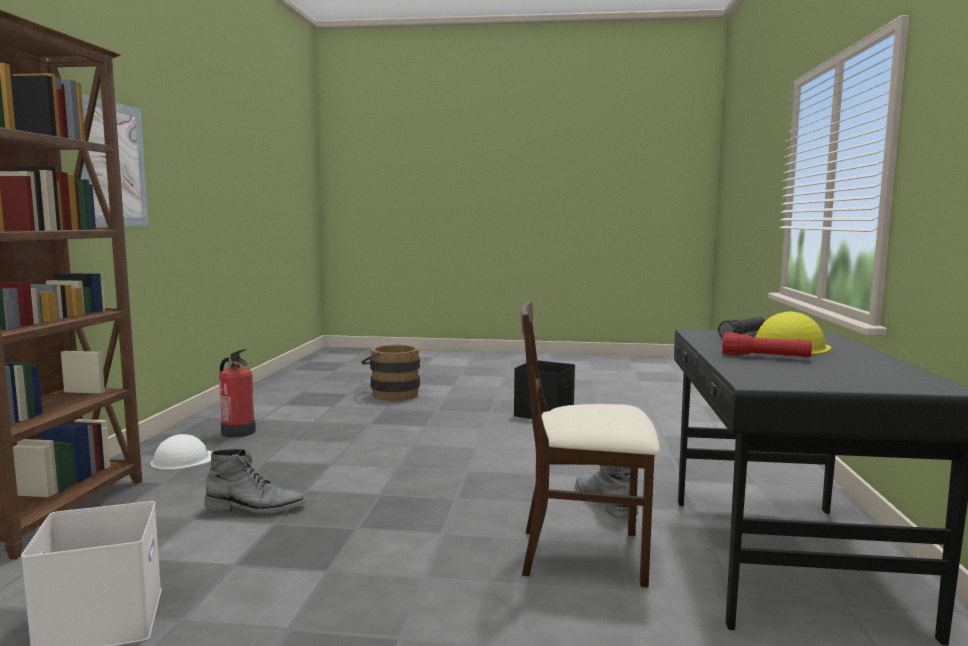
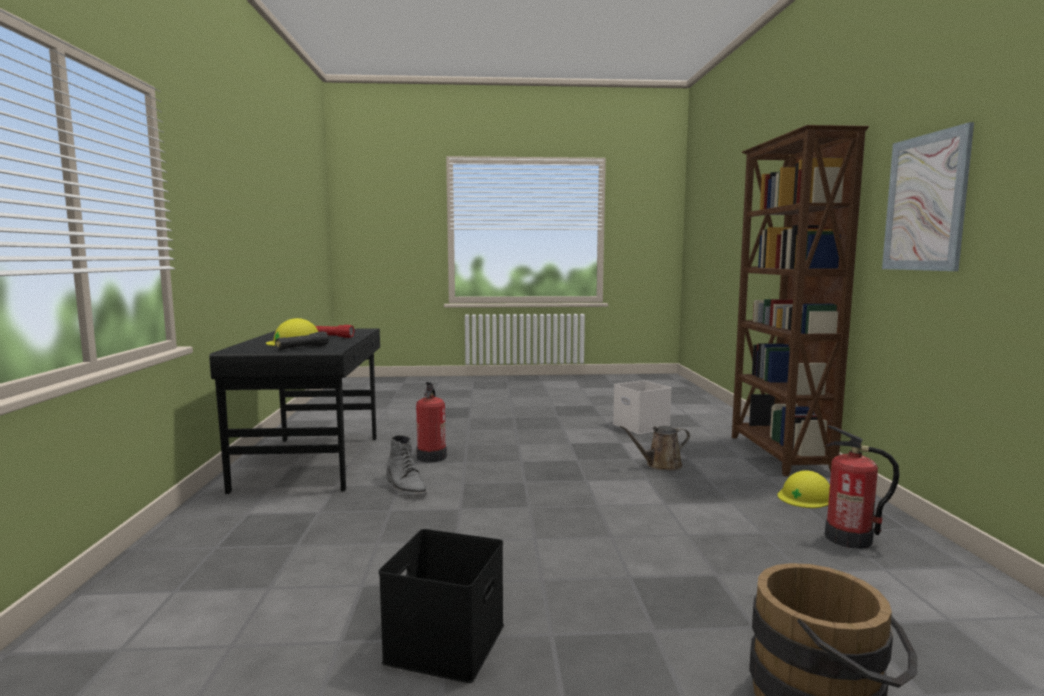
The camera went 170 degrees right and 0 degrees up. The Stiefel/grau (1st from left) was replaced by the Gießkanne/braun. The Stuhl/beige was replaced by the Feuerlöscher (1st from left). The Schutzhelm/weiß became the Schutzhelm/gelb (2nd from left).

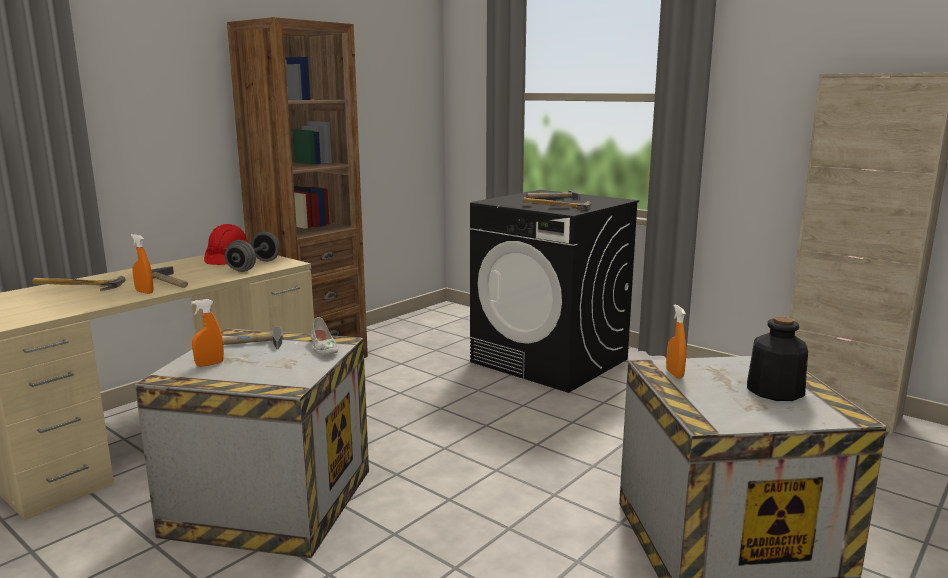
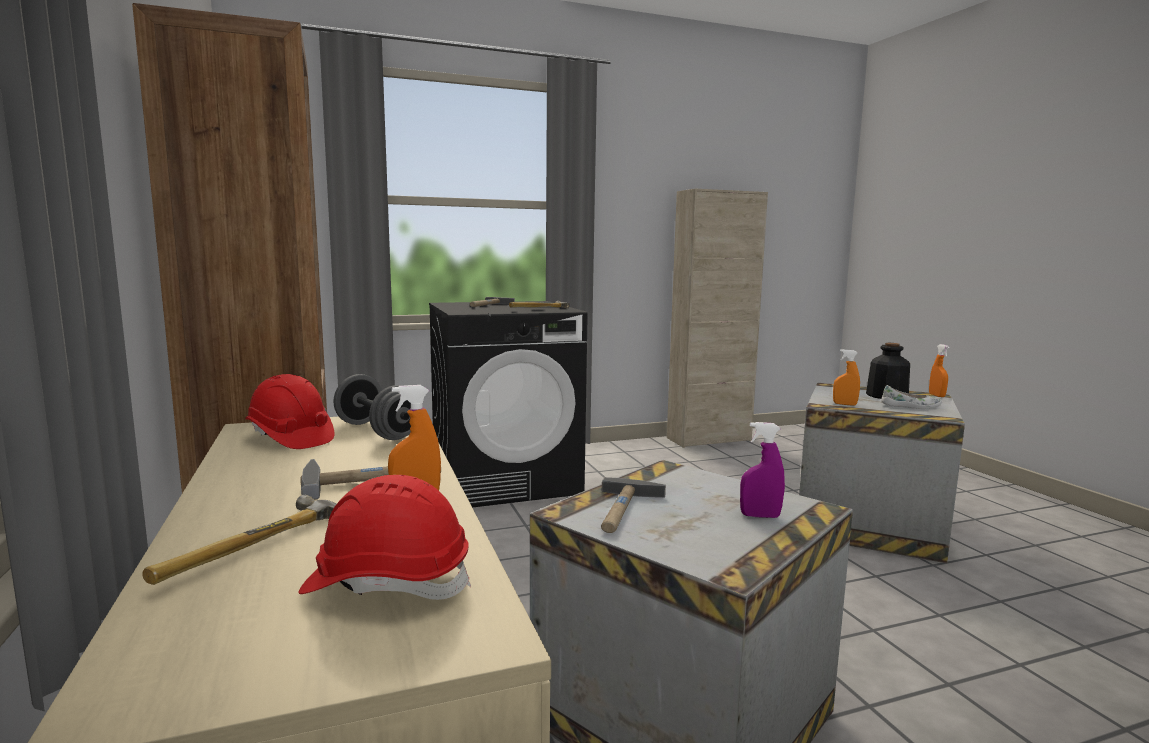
The camera went 60 degrees left and 5 degrees down. The Schutzhelm/rot (2nd from left) appeared. The Sprühflasche/lila appeared. The Sprühflasche/orange (2nd from left in the first image) moved. The Schuh/weiß moved.

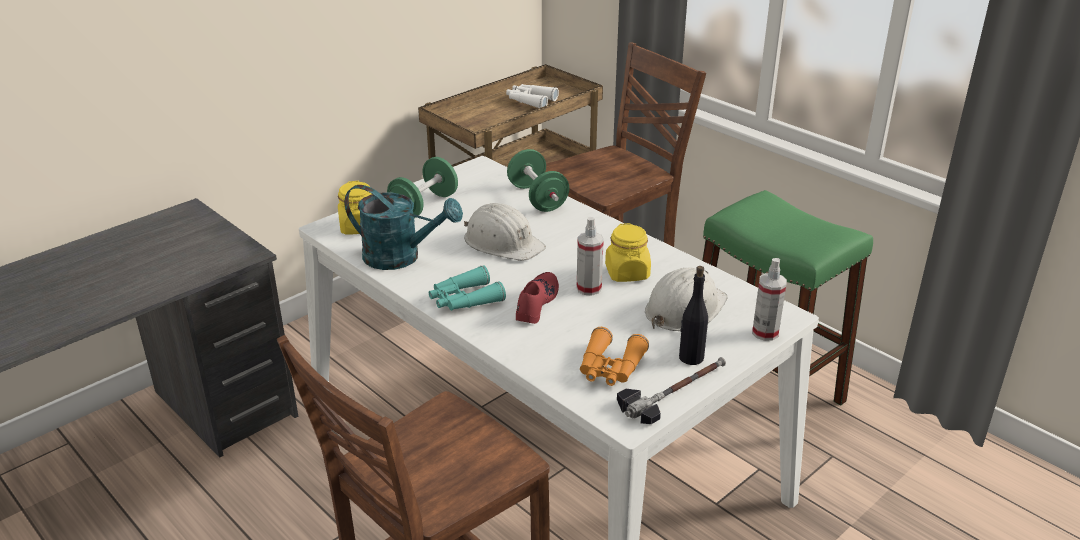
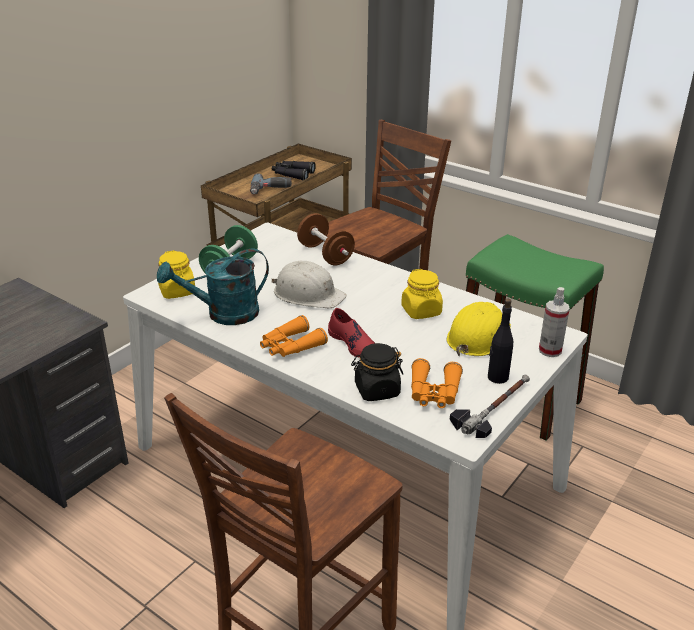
The camera went 10 degrees left and 0 degrees up. The Sprühflasche (1st from left) disappeared. The Bohrmaschine appeared. The Vorratsglas/schwarz appeared. The Fernglas/türkis became the Fernglas/orange (1st from left). The Fernglas/weiß became the Fernglas/schwarz. The Hantel/grün (2nd from left) became the Hantel/braun. The Schutzhelm/weiß (2nd from left) became the Schutzhelm/gelb. The Gießkanne/türkis turned 150 degrees clockwise. The Schuh/rot turned 135 degrees clockwise.

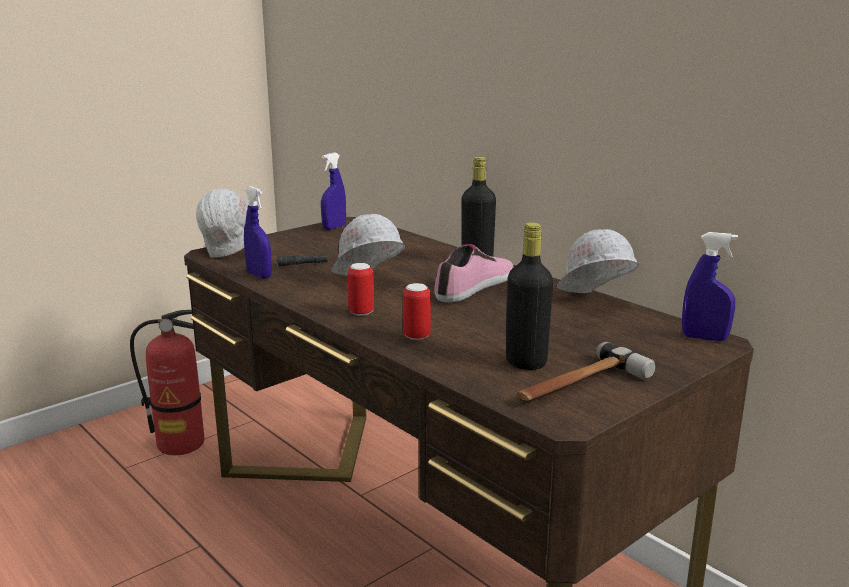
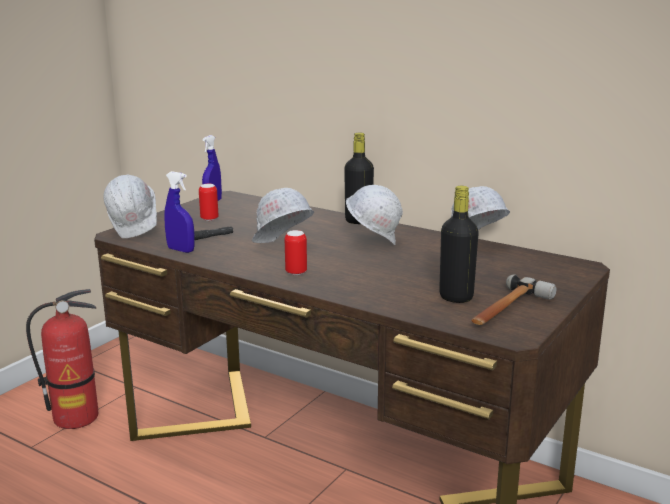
The camera went 15 degrees left and 0 degrees up. The Sprühflasche/blau (3rd from left) disappeared. The Dose (2nd from left in the first image) moved. The Schuh was replaced by the Schutzhelm/weiß (3rd from left).

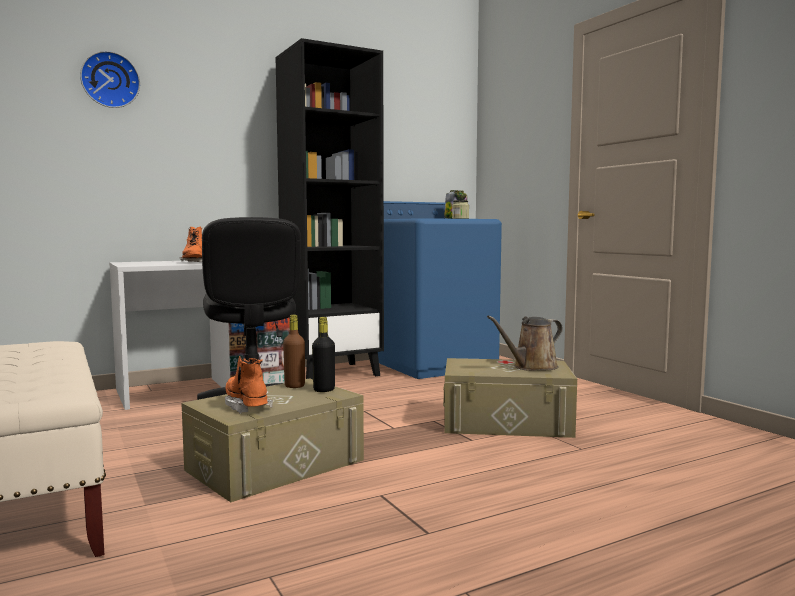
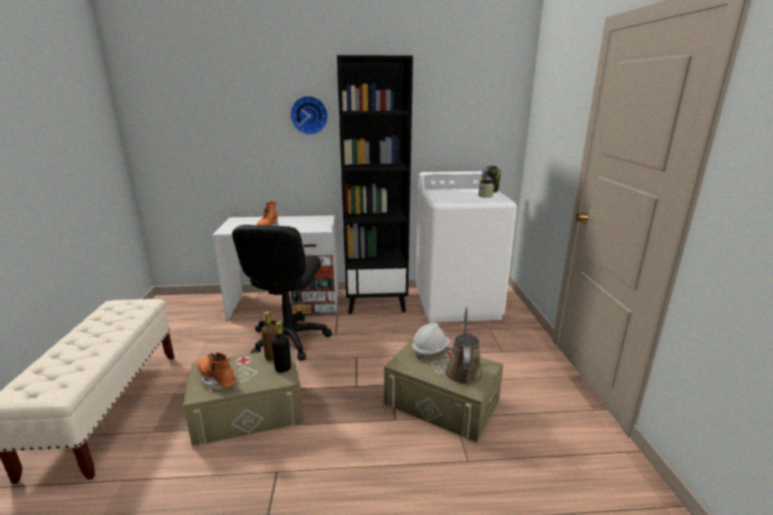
The camera went 25 degrees right and 15 degrees up. The Schutzhelm/weiß appeared. The Wanduhr moved. The Waschmaschine/blau became the Waschmaschine/weiß. The Stiefel/orange (2nd from left in the first image) turned 45 degrees counterclockwise. The Gießkanne/braun turned 105 degrees clockwise.

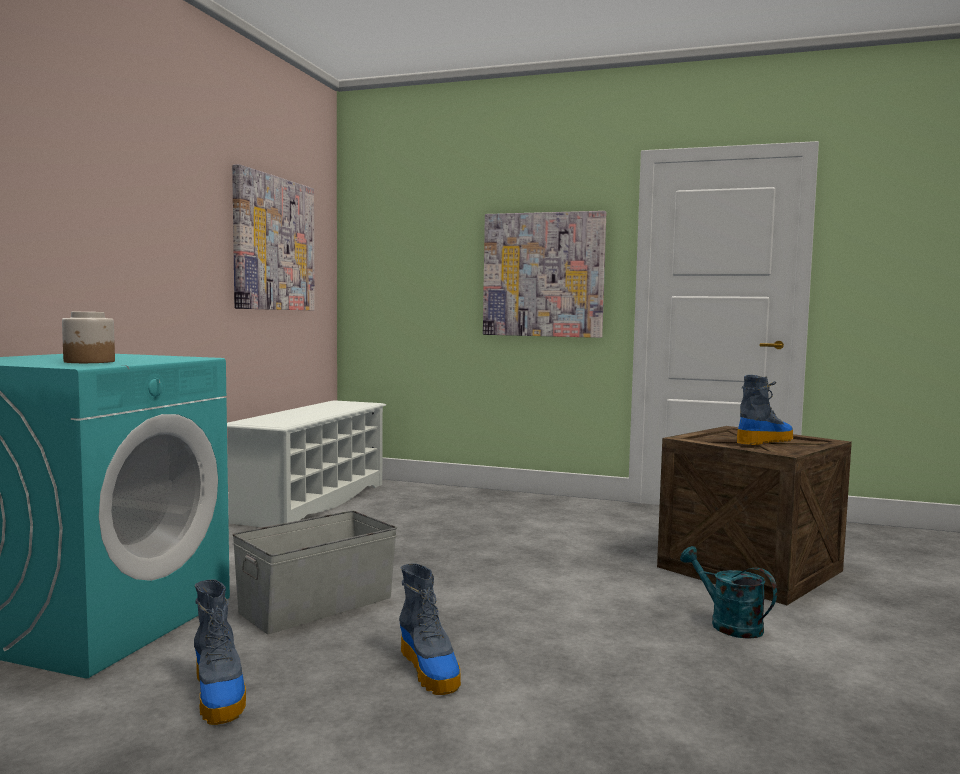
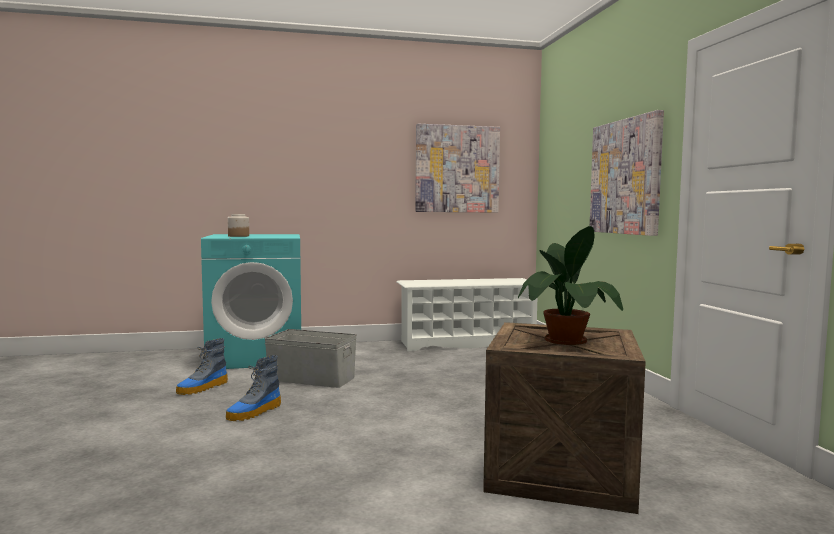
The camera went 60 degrees right and 0 degrees up. The Gießkanne/türkis disappeared. The Stiefel (3rd from left) was replaced by the Topfpflanze.

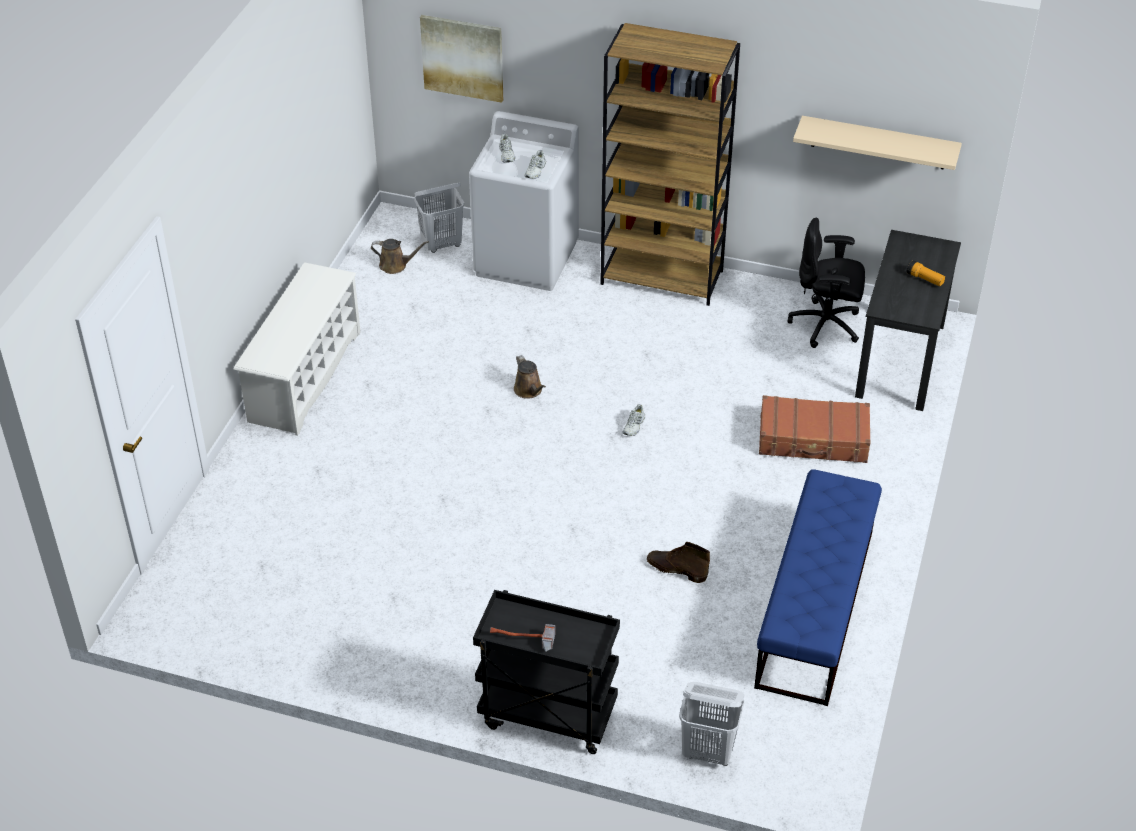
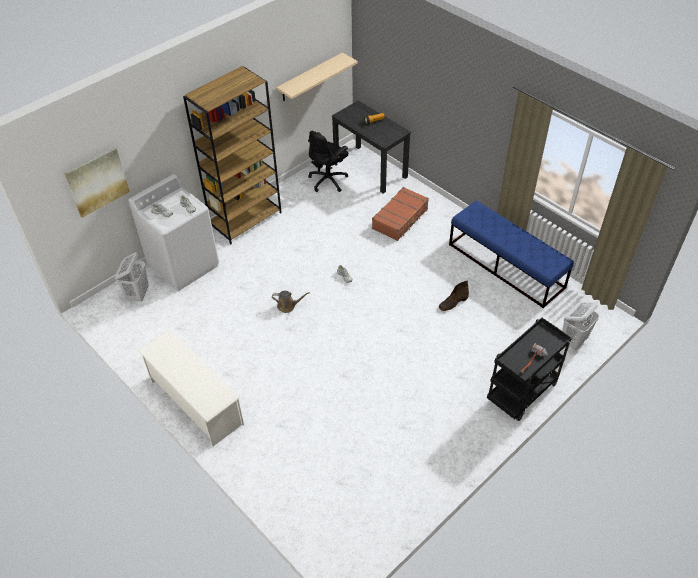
The camera went 60 degrees left and 5 degrees up. The Gießkanne/braun (1st from left) disappeared.

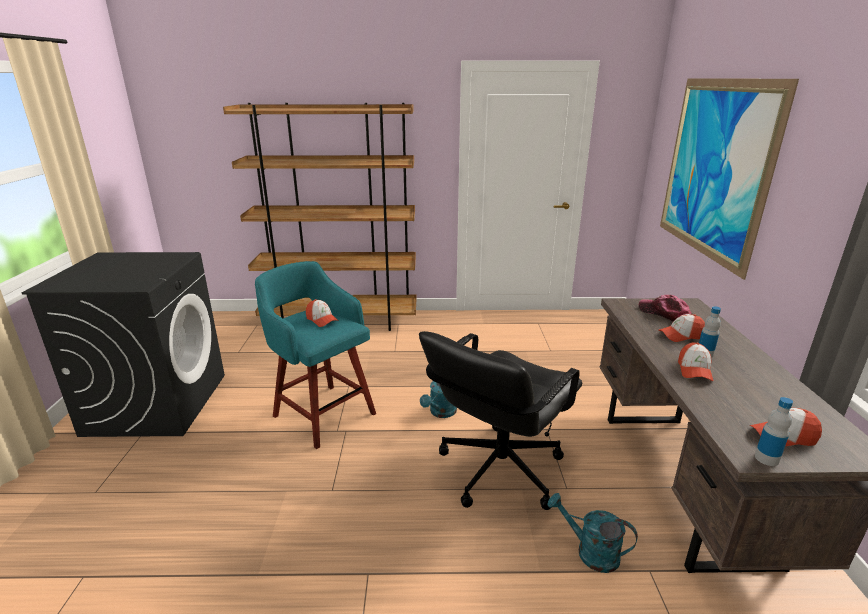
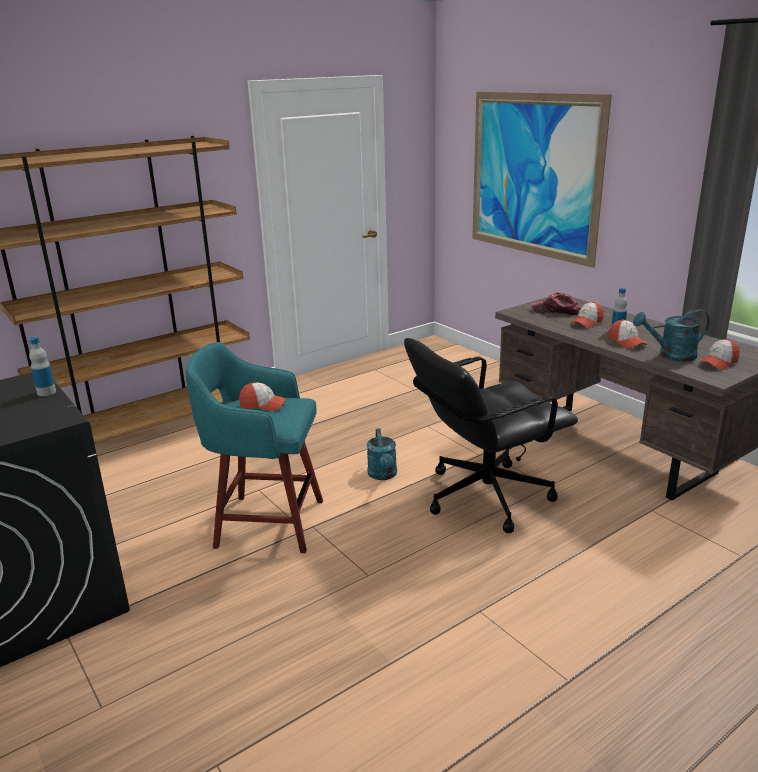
The camera went 35 degrees left and 0 degrees up. The Gießkanne/türkis (2nd from left) moved. The Flasche (2nd from left in the first image) moved. The Bürostuhl/schwarz turned 60 degrees clockwise.

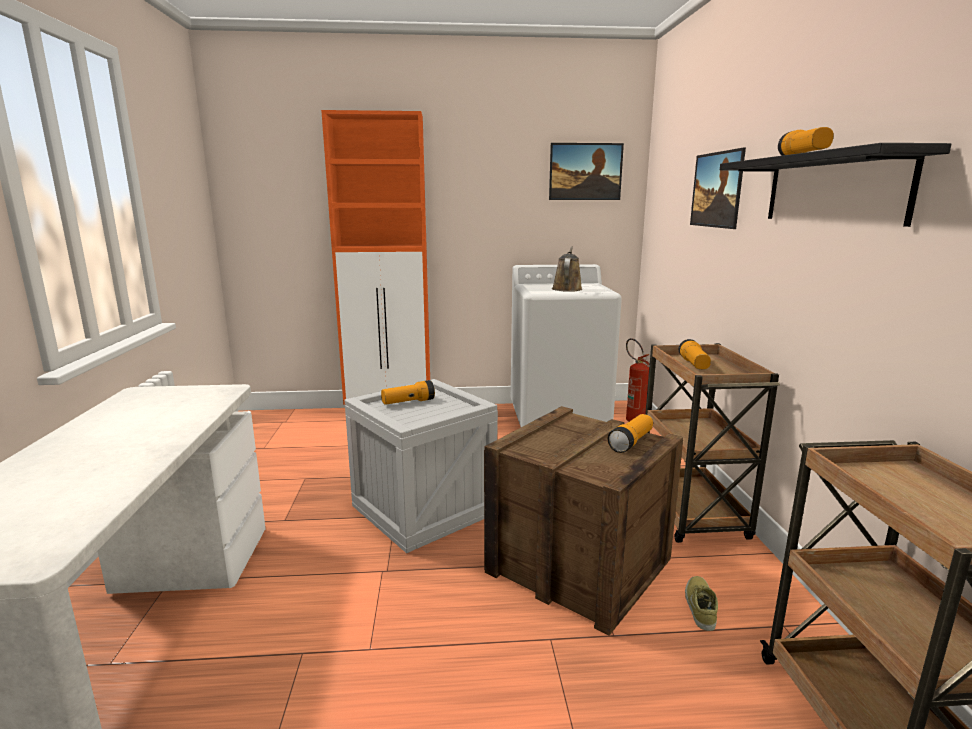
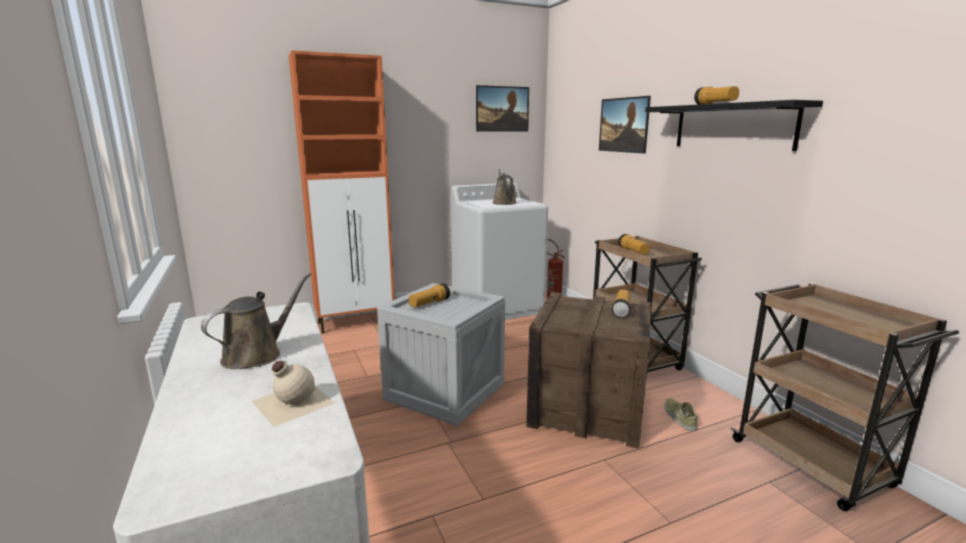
The camera went 20 degrees left and 0 degrees up. The Gießkanne/braun (1st from left) appeared. The Flasche/beige appeared.

